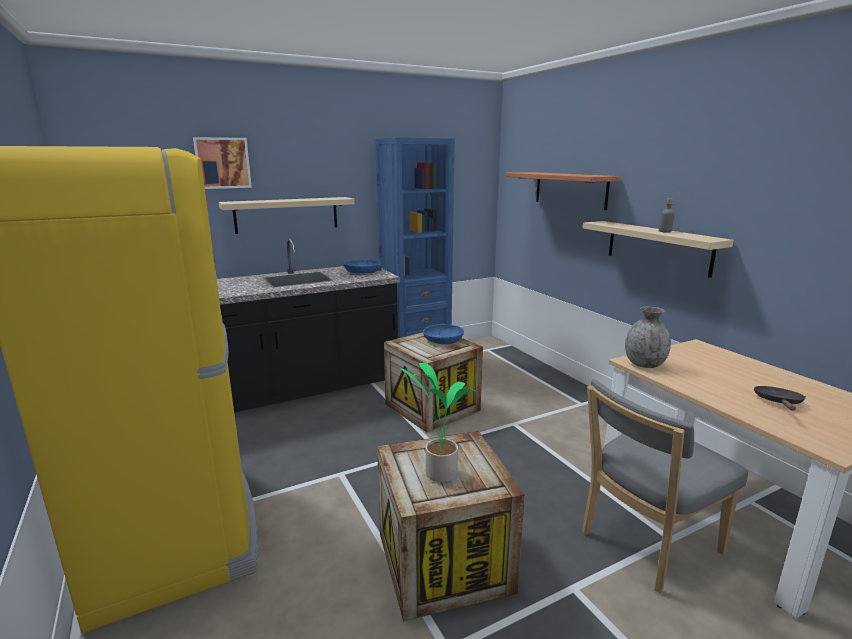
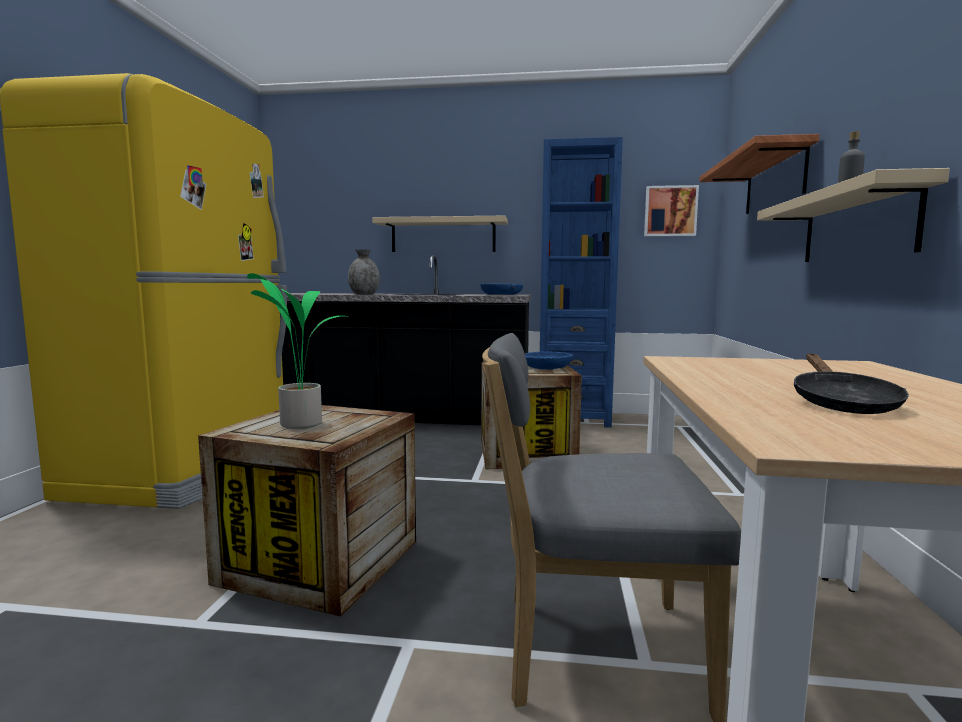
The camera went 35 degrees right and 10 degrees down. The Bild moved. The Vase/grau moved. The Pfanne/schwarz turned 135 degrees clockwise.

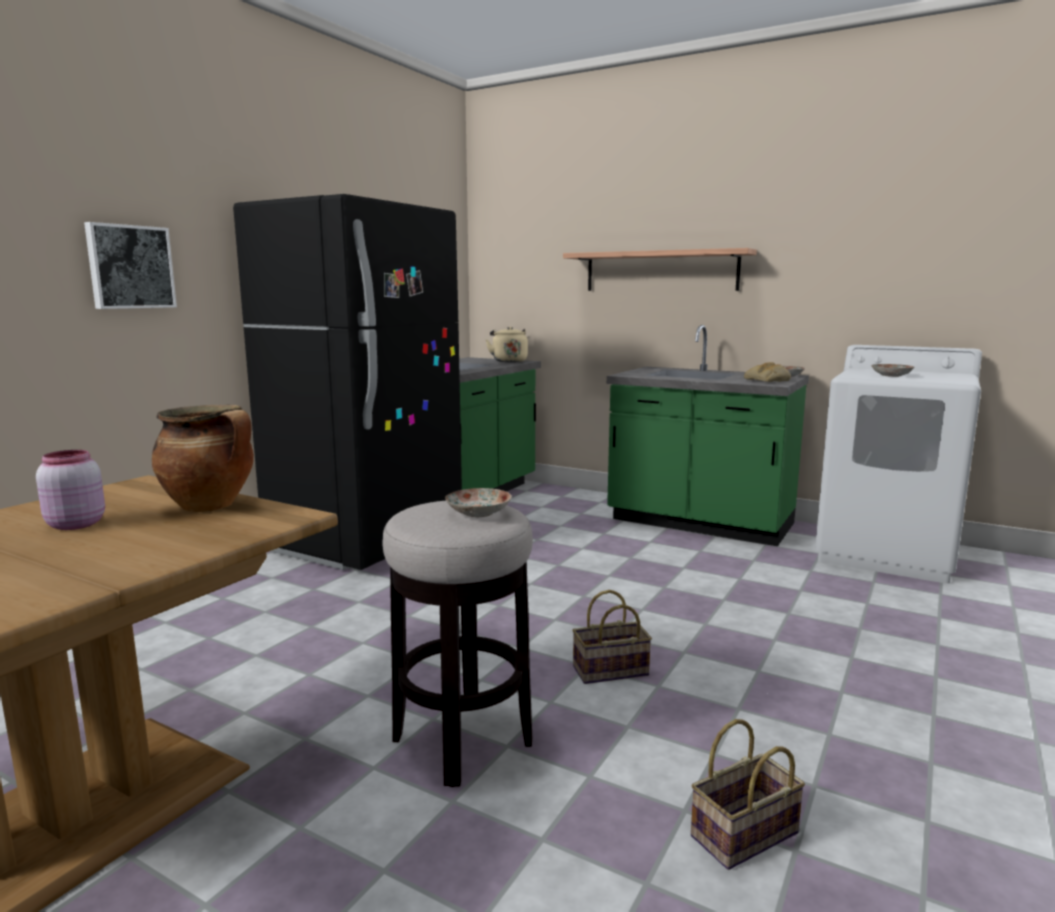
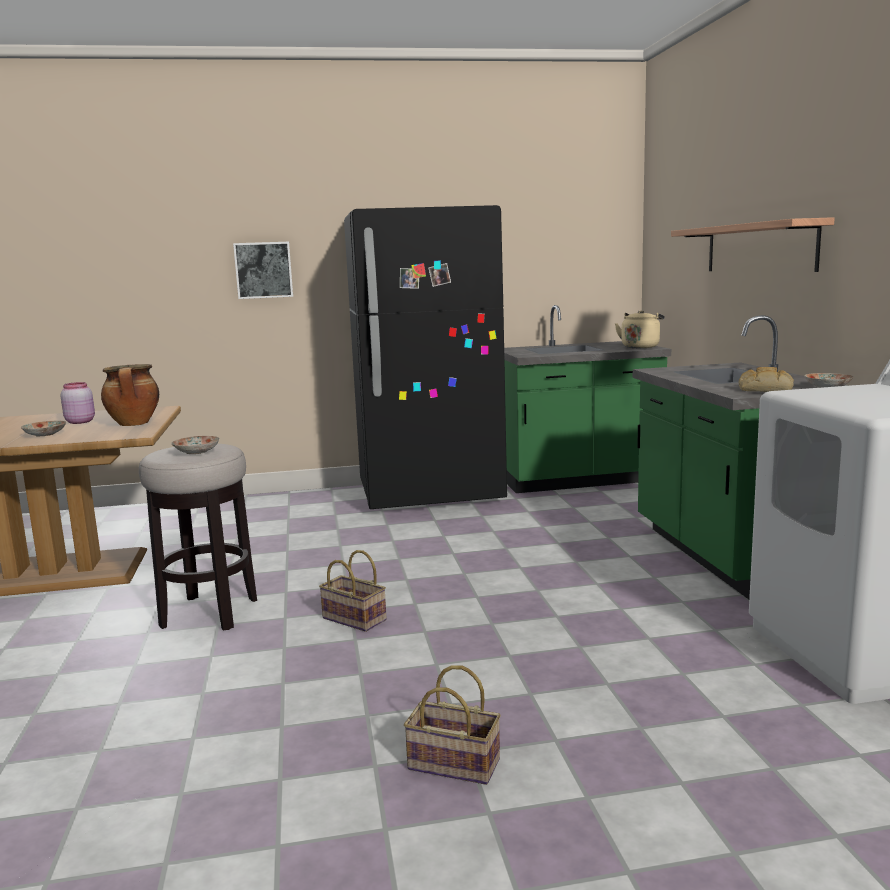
The camera went 50 degrees right and 0 degrees up. The Korb (2nd from left) moved. The Teller (3rd from left in the first image) moved.

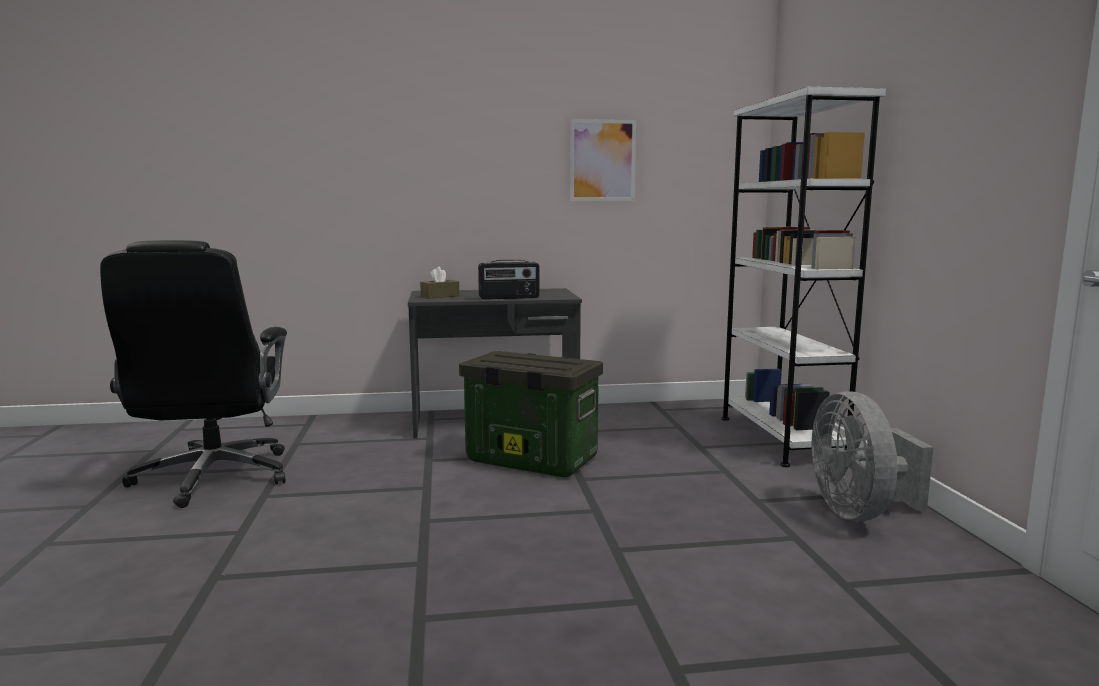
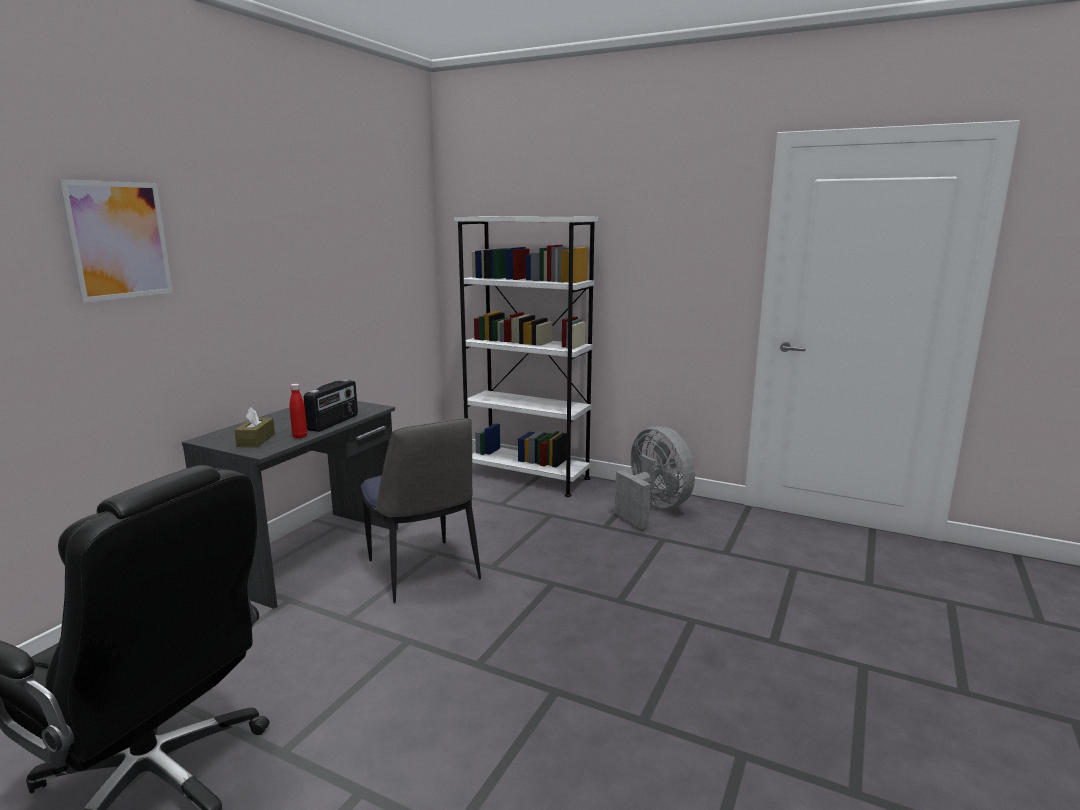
The camera went 55 degrees left and 5 degrees up. The Flasche/rot appeared. The Bild moved. The Aufbewahrungsbox was replaced by the Stuhl. The Ventilator/grau turned 150 degrees counterclockwise.

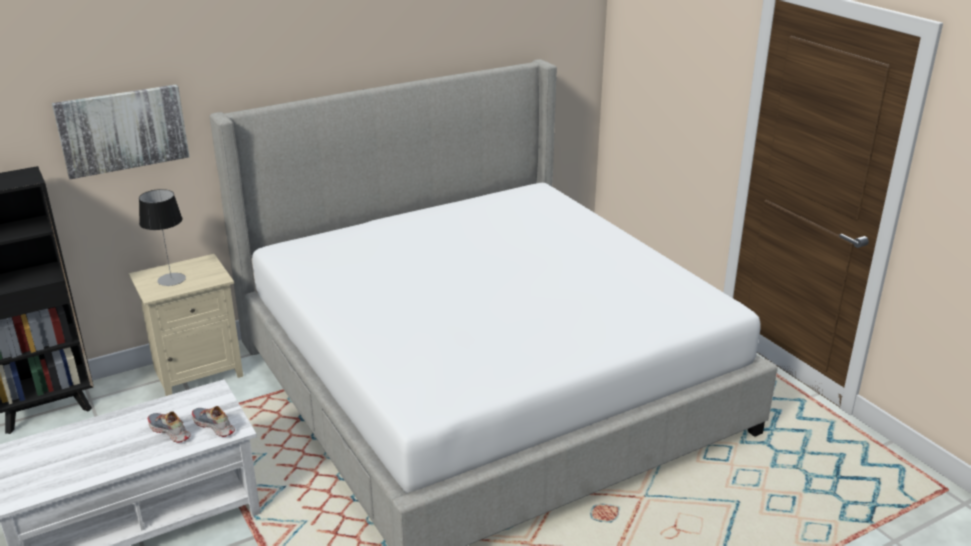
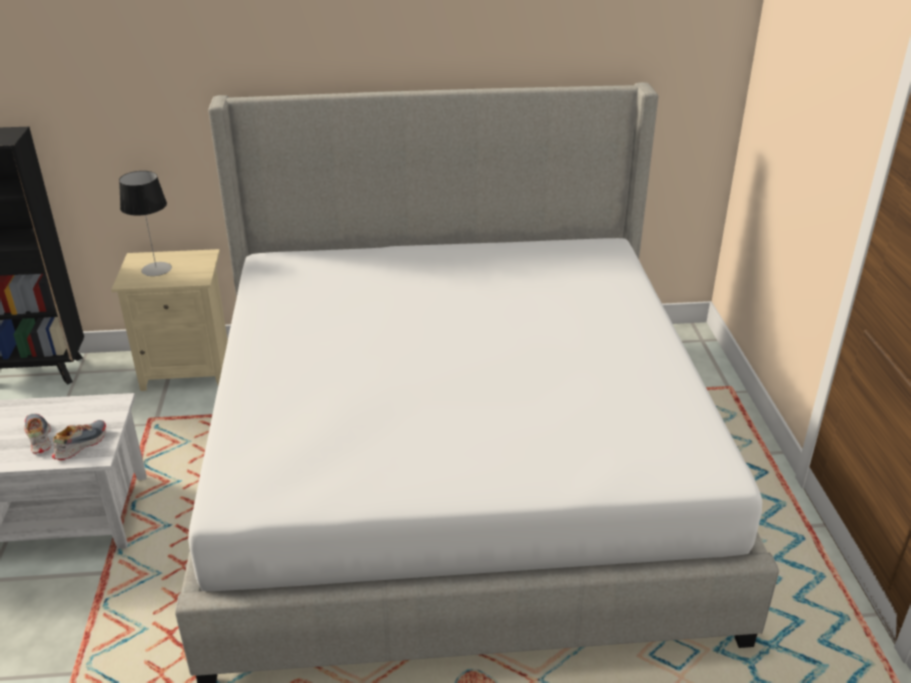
The camera went 25 degrees right and 5 degrees up. The Bild disappeared. The Schuh (2nd from left) turned 60 degrees clockwise.

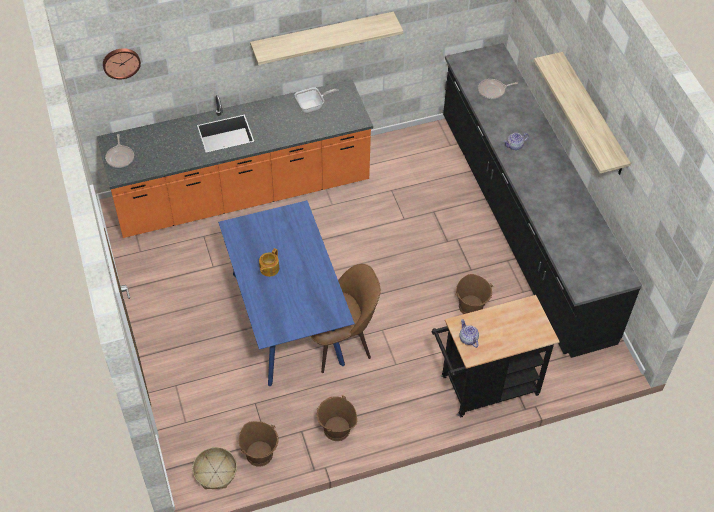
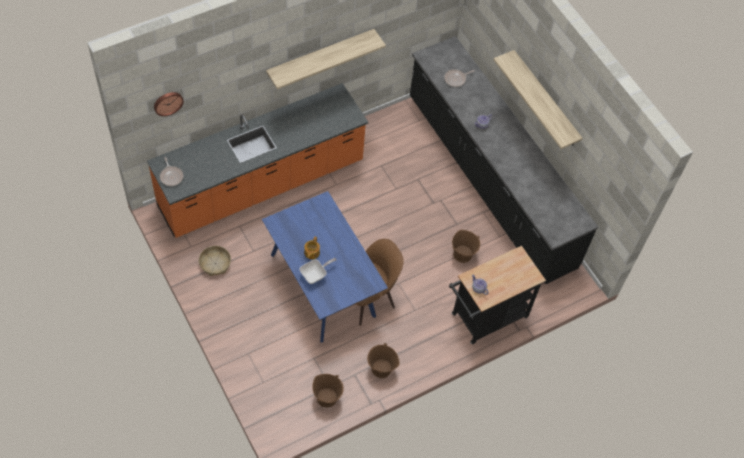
The camera went 15 degrees left and 5 degrees up. The Korb moved. The Pfanne (2nd from left) moved.

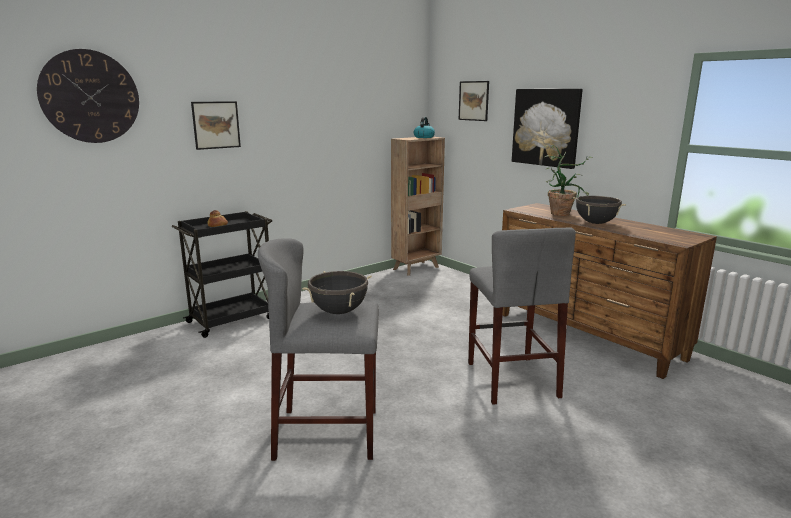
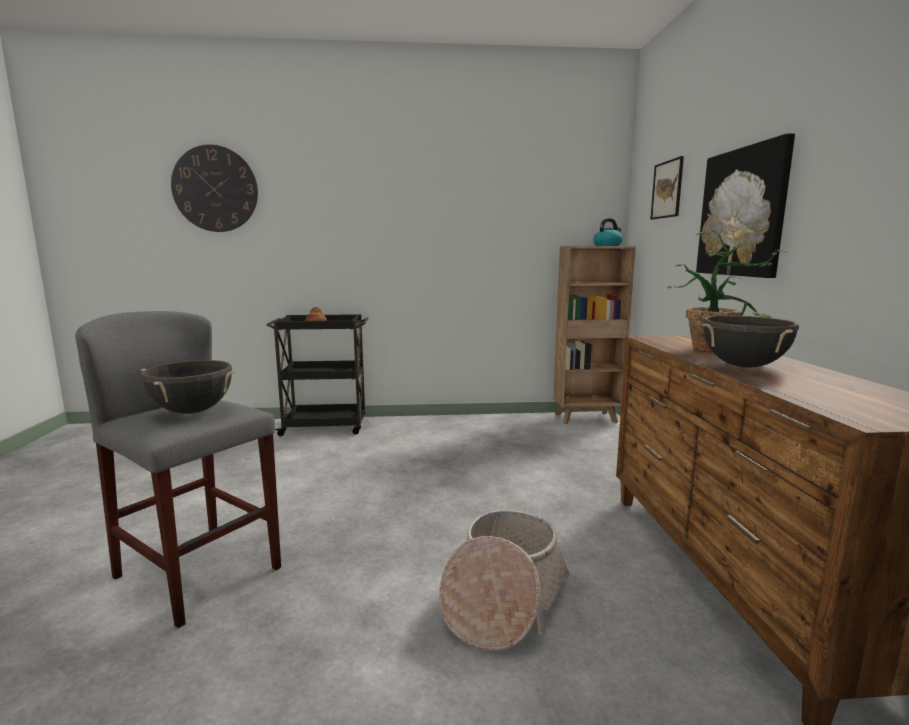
The camera went 35 degrees right and 5 degrees down. The Bild (1st from left) disappeared. The Hocker/grau (2nd from left) was replaced by the Korb.

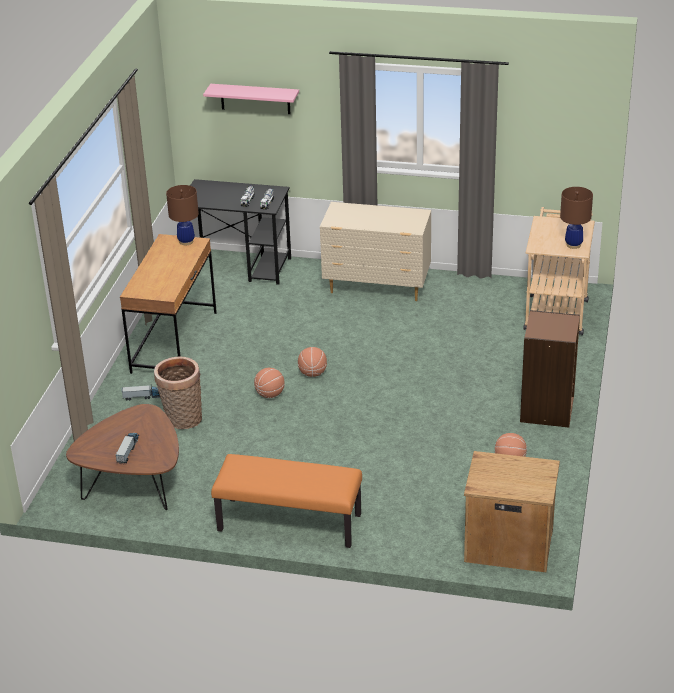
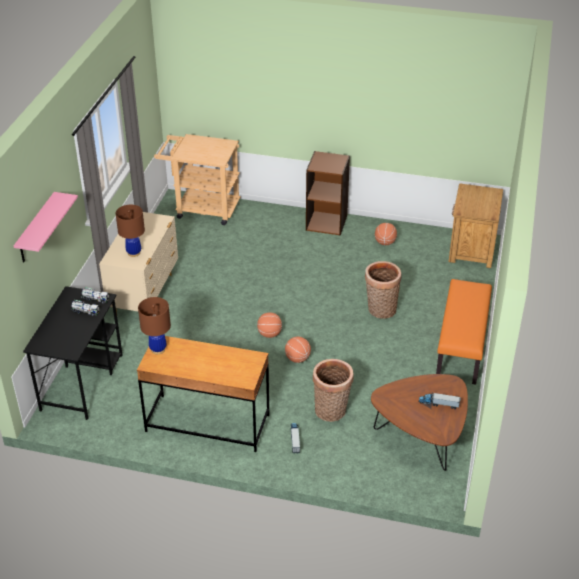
The camera went 90 degrees left and 5 degrees up. The Korb (2nd from left) appeared. The Tischlampe/braun (2nd from left in the first image) moved.

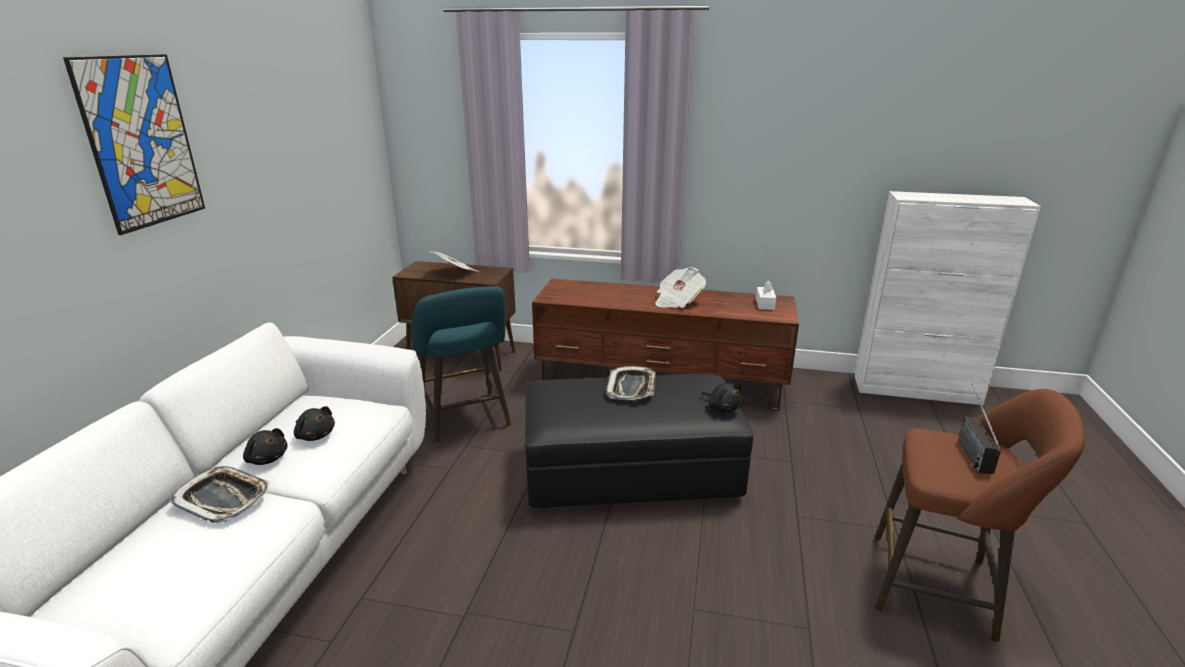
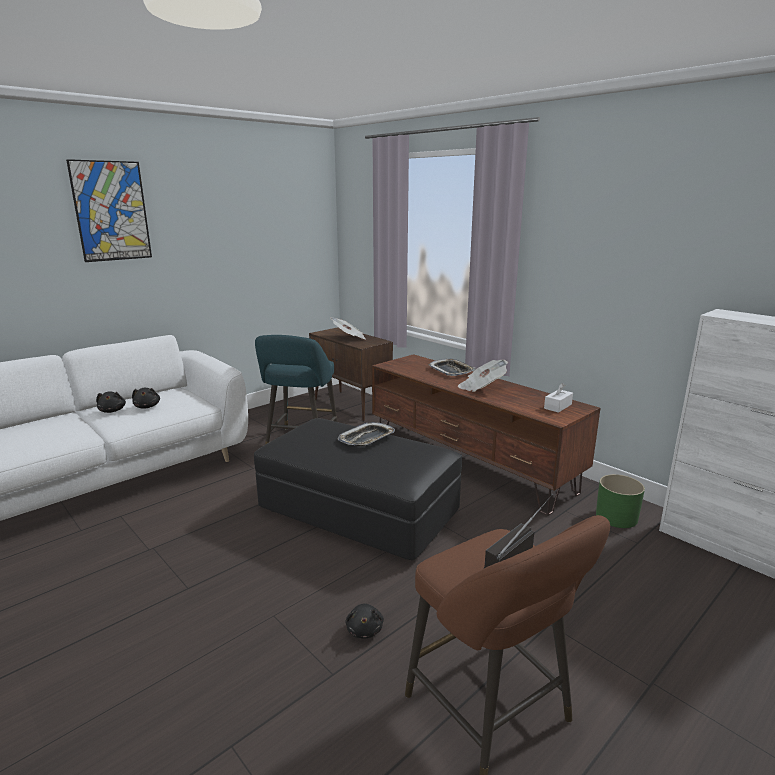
The camera went 35 degrees right and 5 degrees down. The Pflanzkübel/grün appeared. The Tablett (1st from left in the first image) moved. The Plüschtier/schwarz (3rd from left) moved.

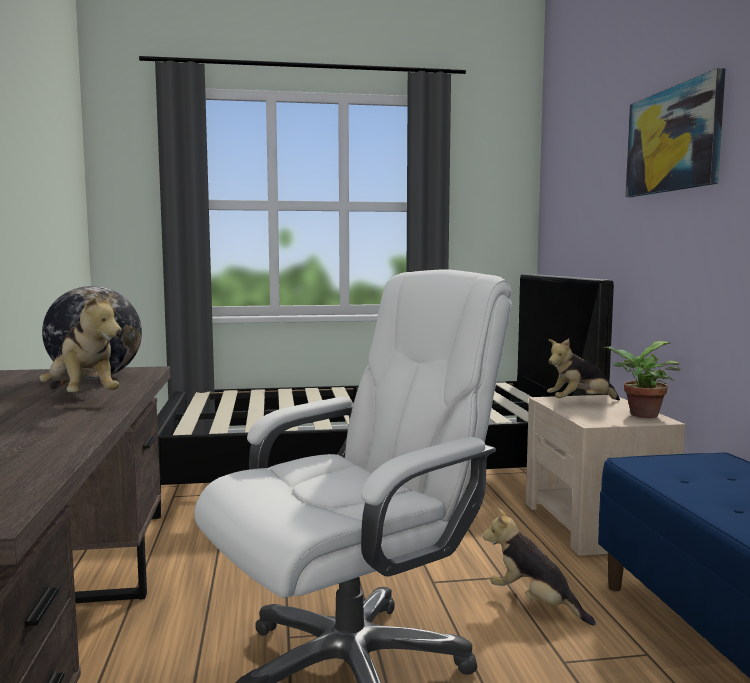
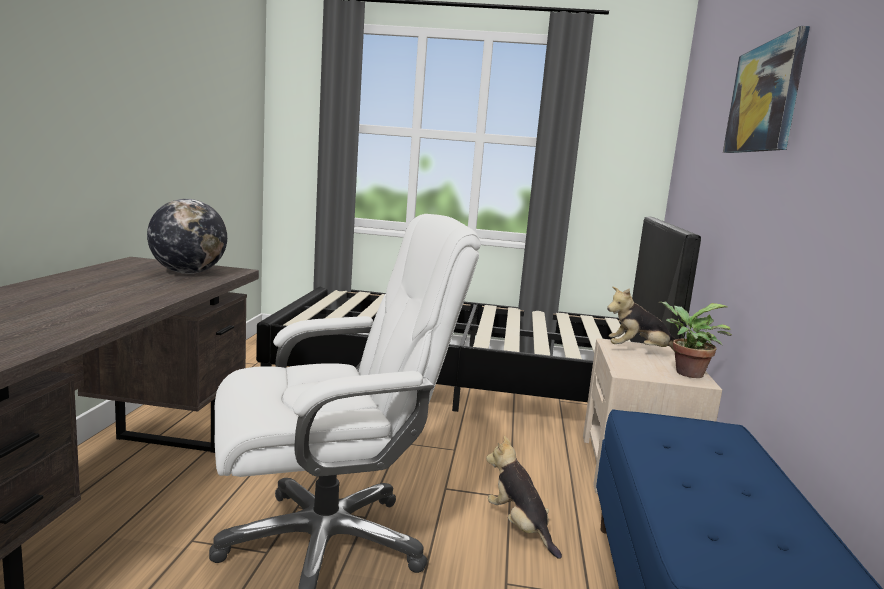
The camera went 15 degrees right and 5 degrees up. The Plüschtier (1st from left) disappeared.

